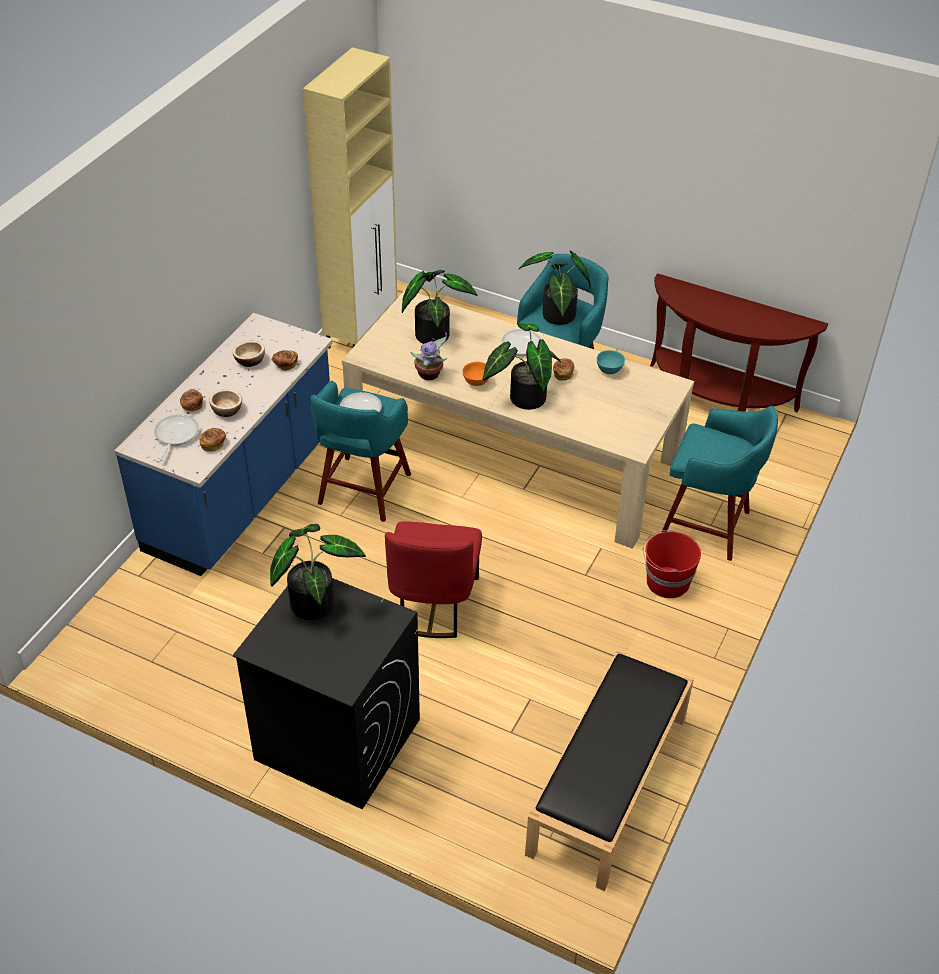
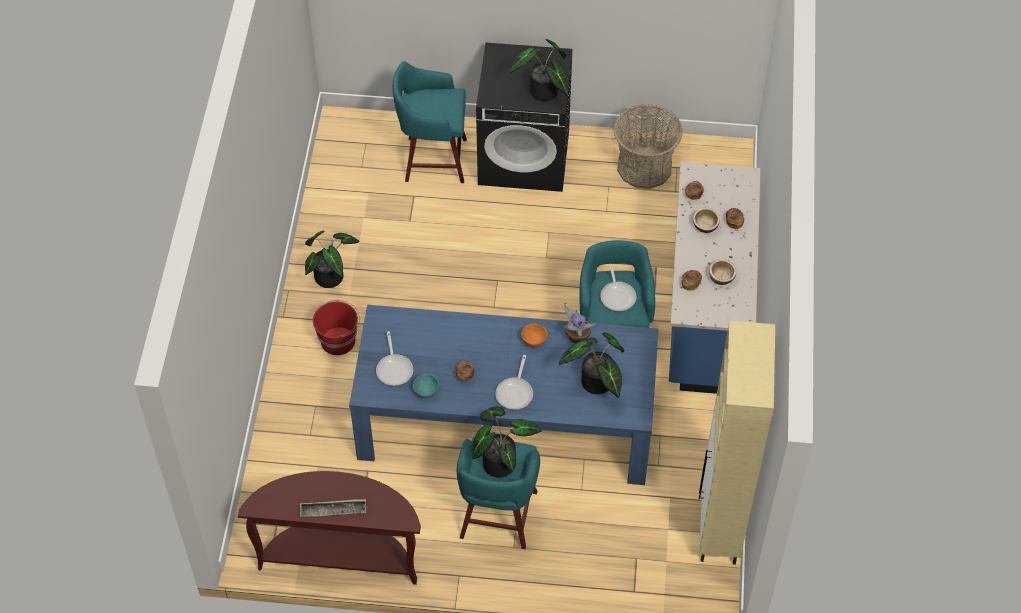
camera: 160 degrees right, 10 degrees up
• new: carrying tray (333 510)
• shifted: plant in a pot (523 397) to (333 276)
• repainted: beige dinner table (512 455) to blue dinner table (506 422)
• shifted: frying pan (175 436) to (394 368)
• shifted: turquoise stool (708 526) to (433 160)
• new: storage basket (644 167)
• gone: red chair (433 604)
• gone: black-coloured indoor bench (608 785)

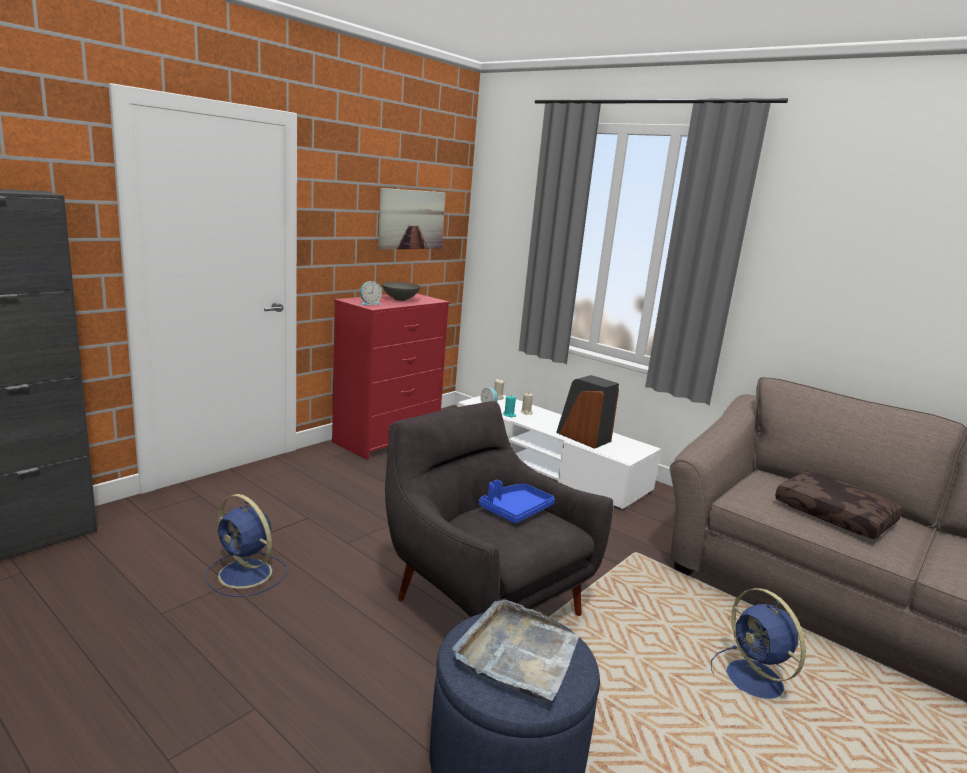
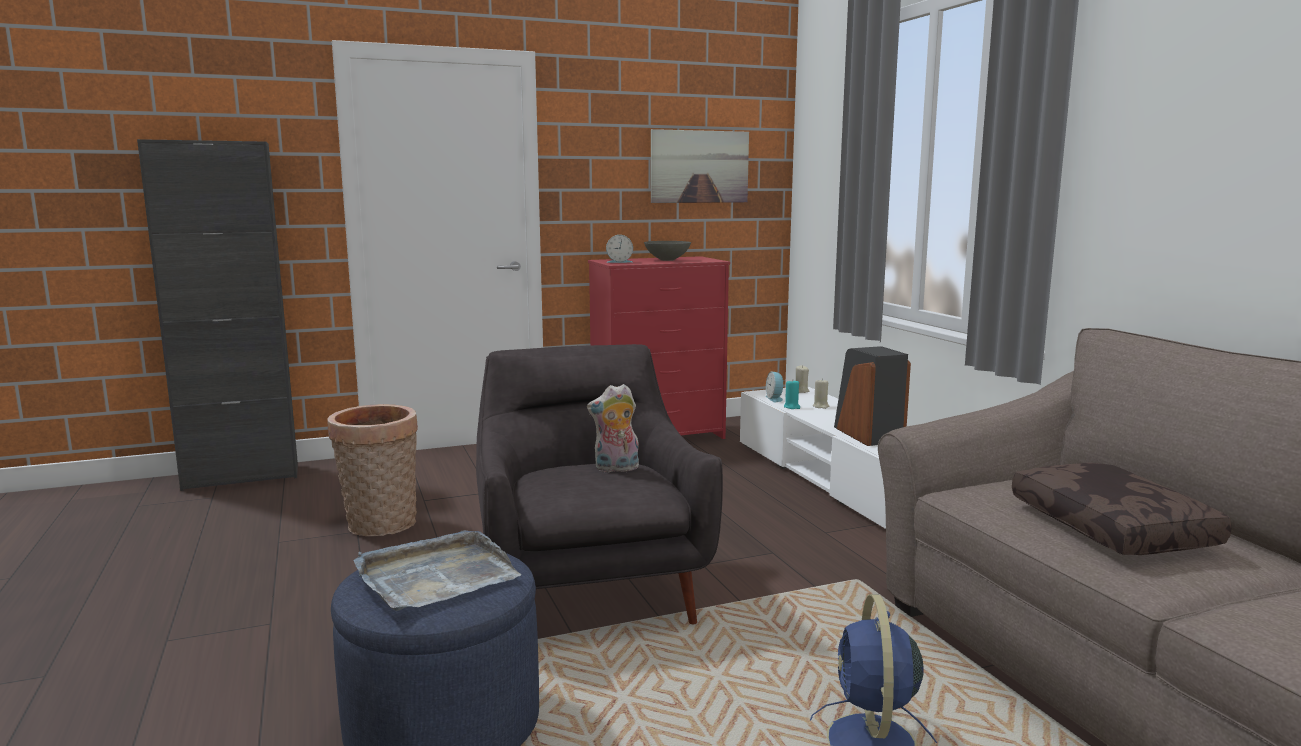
camera: 30 degrees right, 5 degrees down
• swapped: blue fan (247 574) to storage basket (380 527)
• swapped: blue carrying tray (515 510) to cuddly toy (616 469)

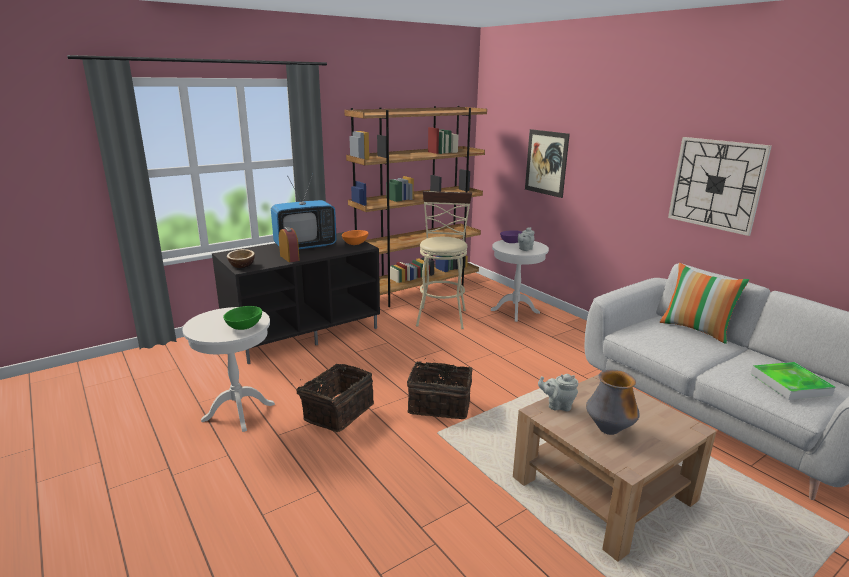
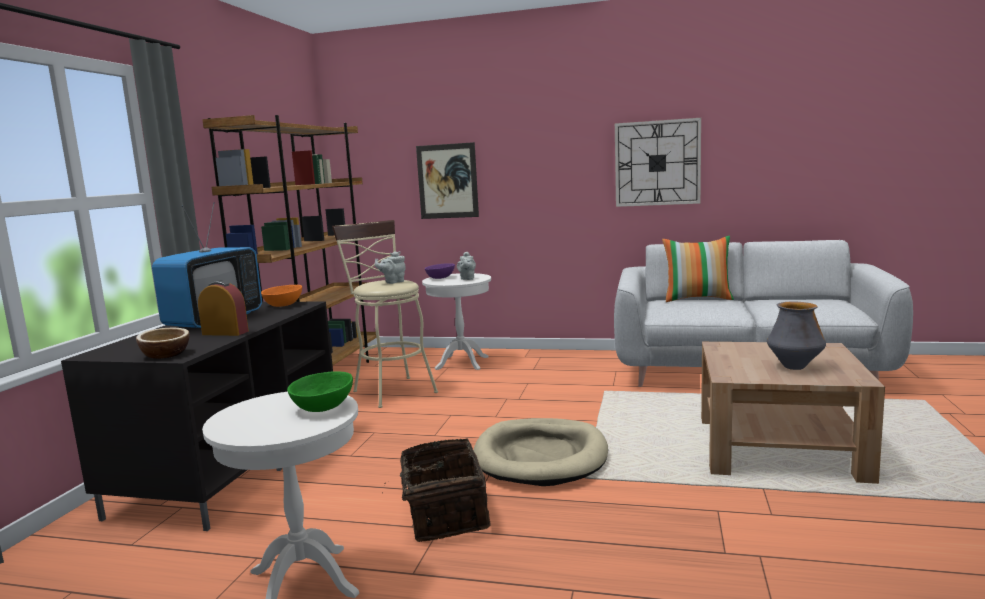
camera: 40 degrees left, 10 degrees down
• shifted: greyish pot for tea (557 405) to (393 282)
• swapped: storage basket (439 405) to beige pet bed (541 457)
• gone: carrying tray (790 384)

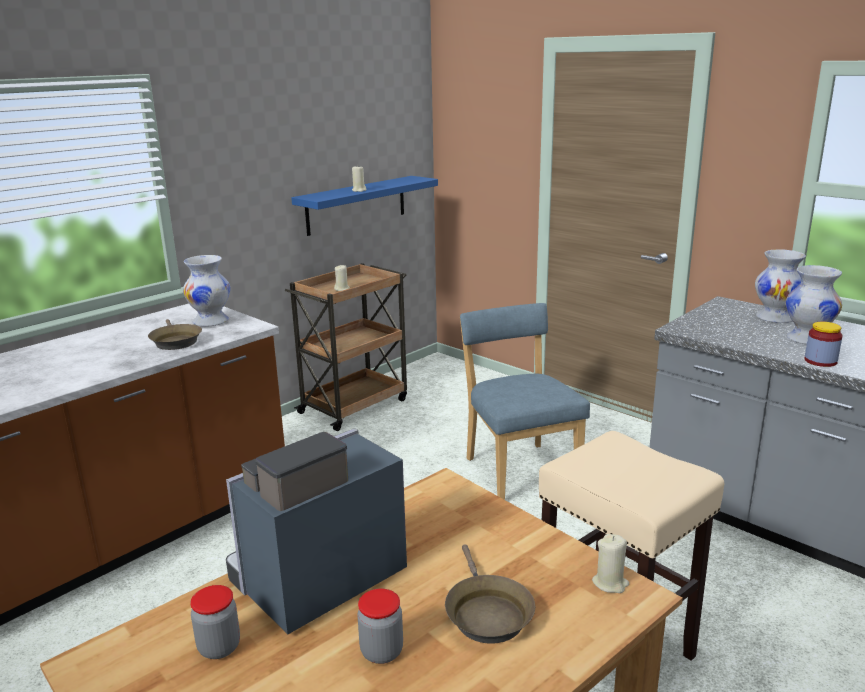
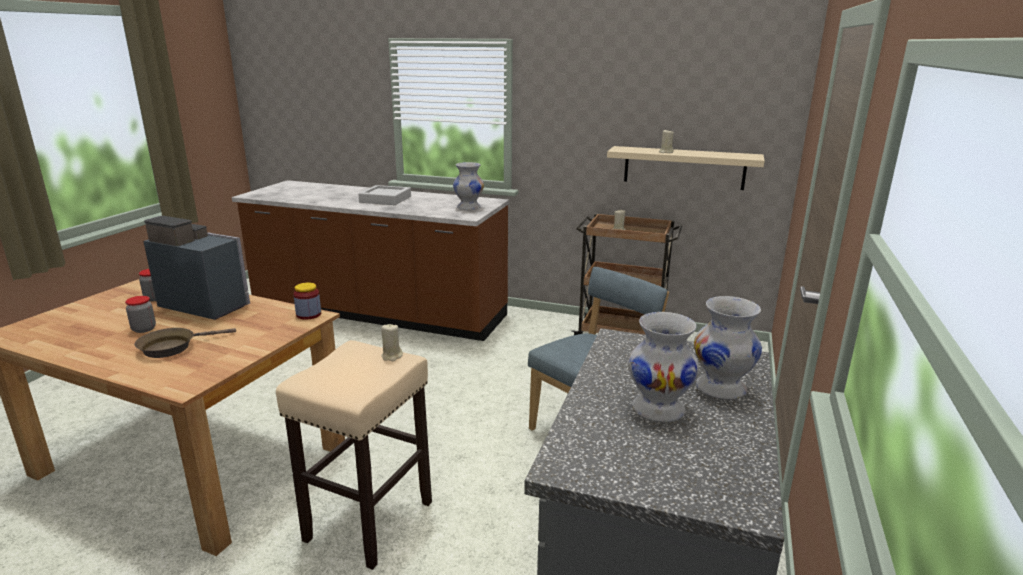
camera: 65 degrees right, 0 degrees up
• shifted: storage jar (820 361) to (308 314)
• new: greyish carrying tray (385 199)
• shifted: beige wax light (610 583) to (392 356)
• repainted: blue bracket shelf (356 205) to beige bracket shelf (684 167)
• gone: brown-coloured frying pan (175 341)

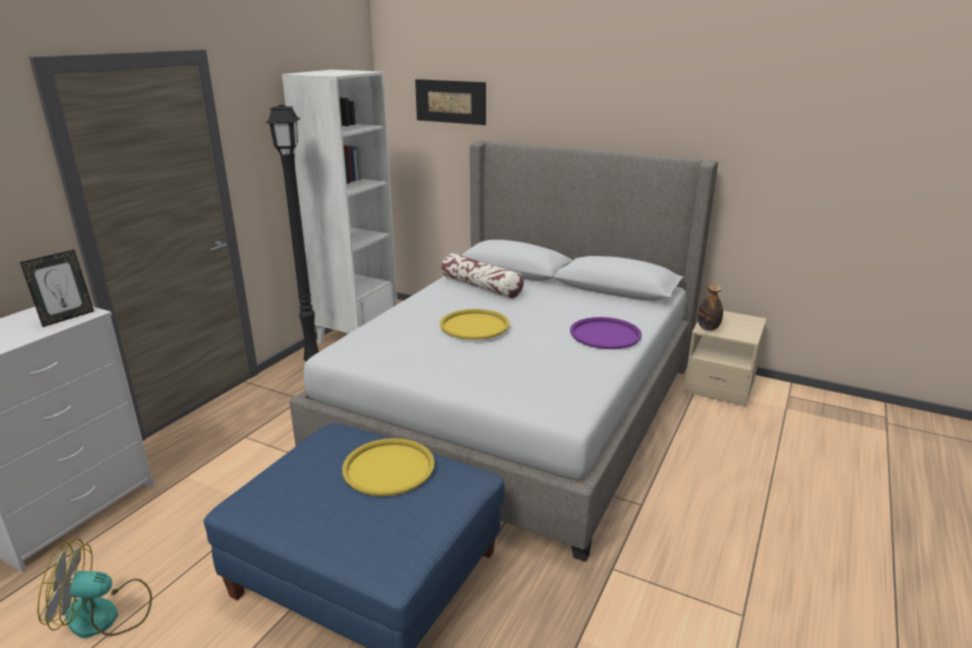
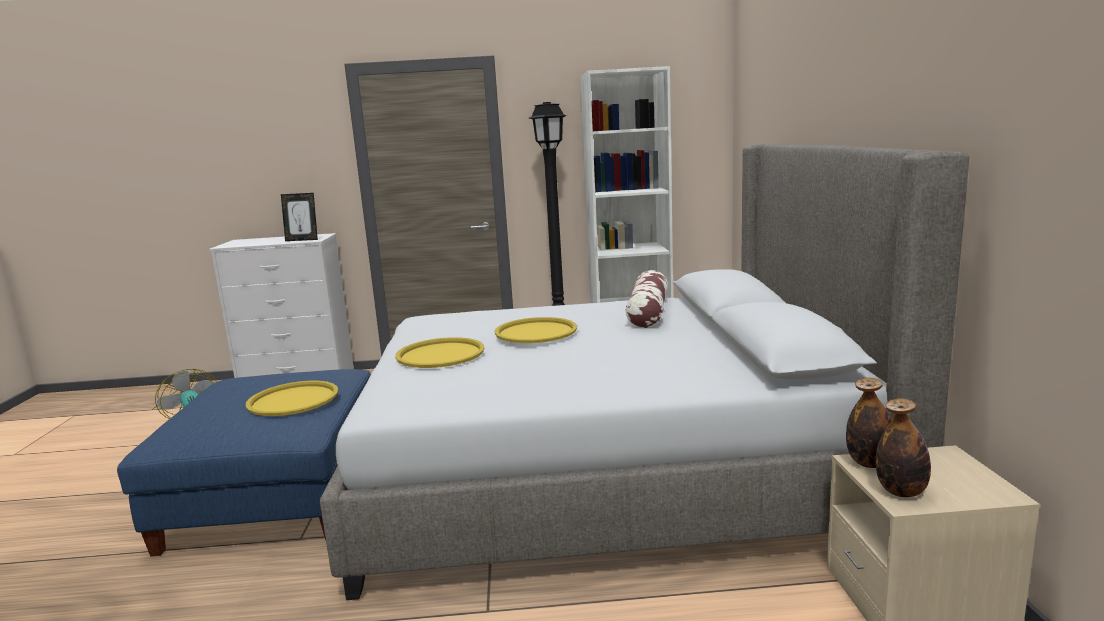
camera: 60 degrees right, 10 degrees down
• new: yellow-coloured carrying tray (440 354)
• new: beverage bottle (901 491)
• gone: picture (450 101)
• gone: purplish carrying tray (605 334)

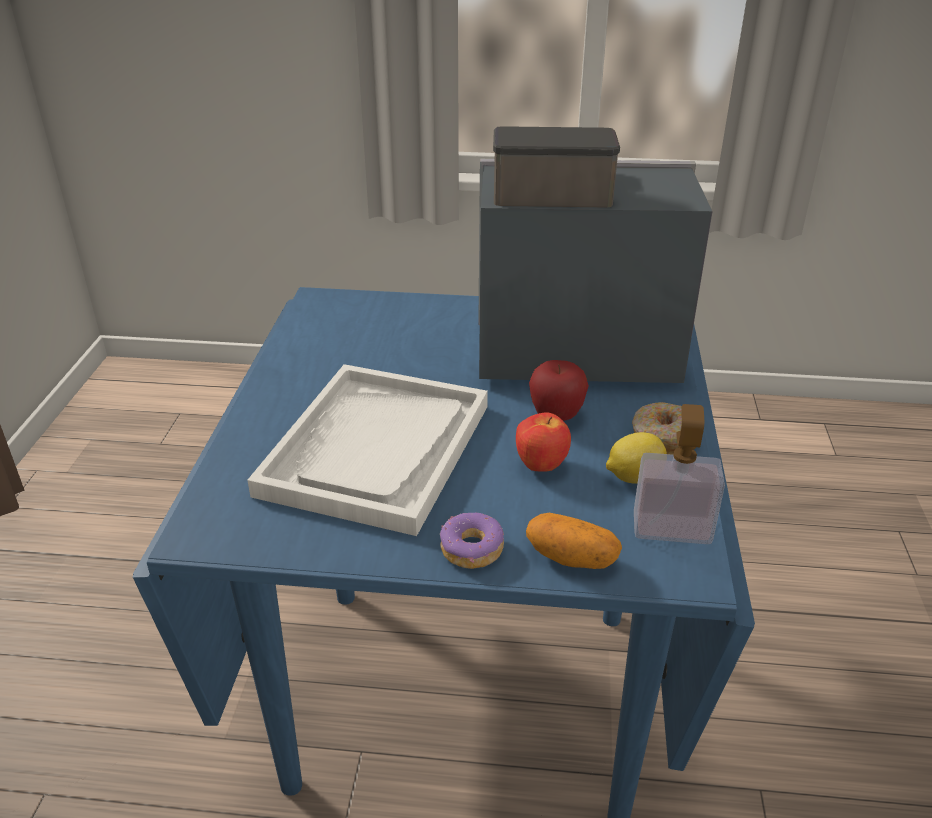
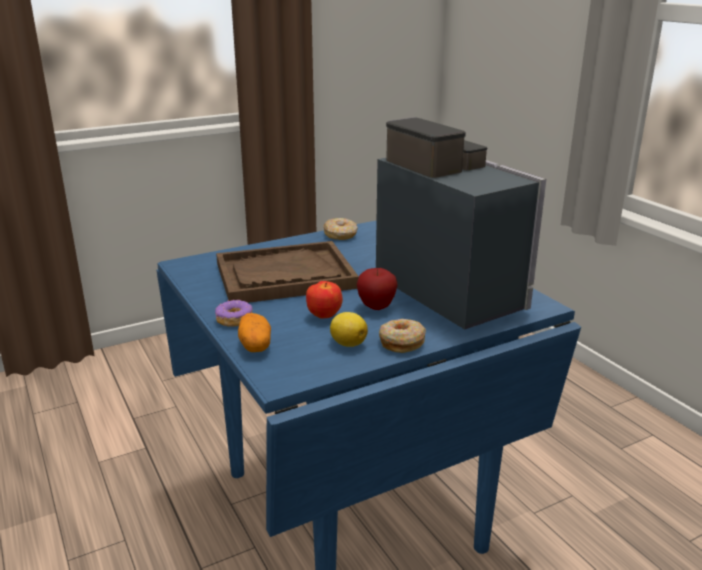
camera: 55 degrees right, 10 degrees down
• repainted: white carrying tray (377 450) to brown-coloured carrying tray (285 276)
• new: donut (340 235)
• gone: liquid soap bottle (671 528)

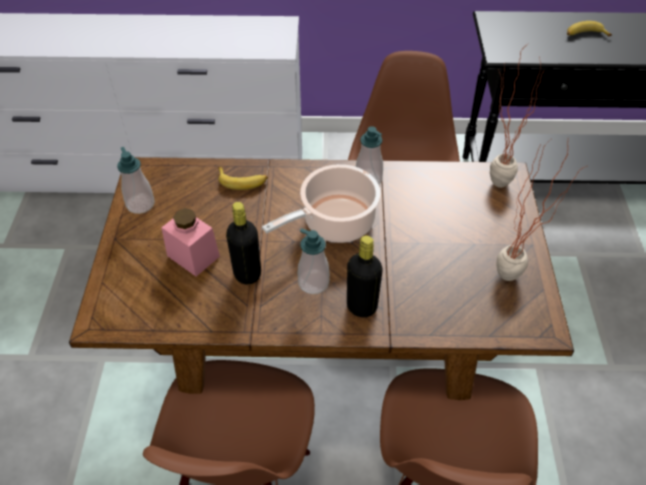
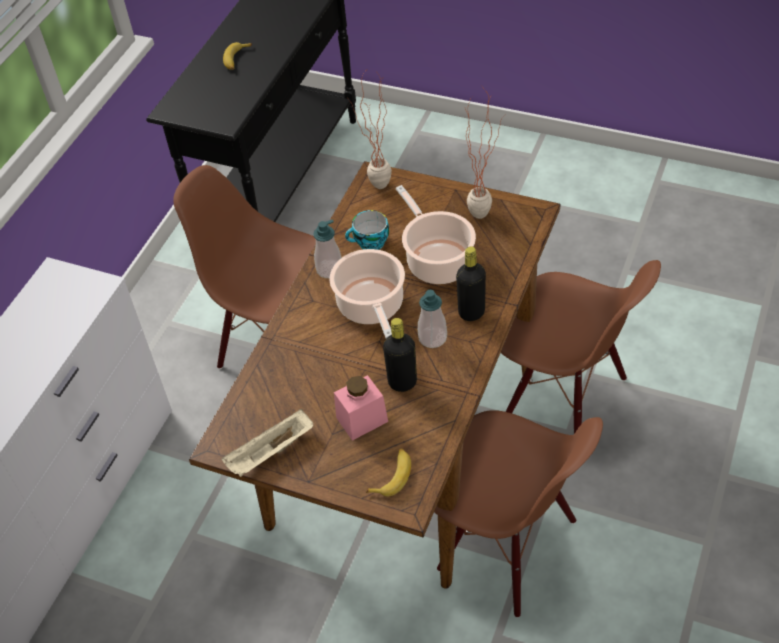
camera: 65 degrees left, 0 degrees up
• swapped: liquid soap bottle (140 204) to beige carrying tray (270 453)
• new: small cup (370 244)
• shifted: whole banana (242 181) to (392 476)
• new: stockpot (437 260)

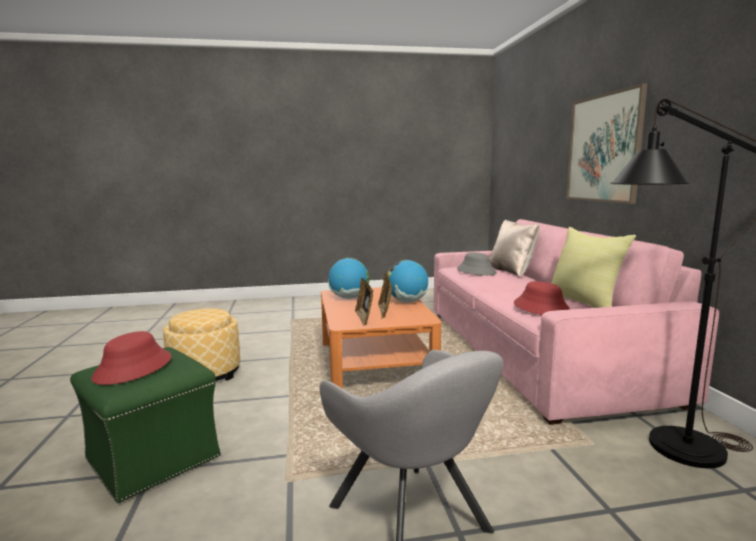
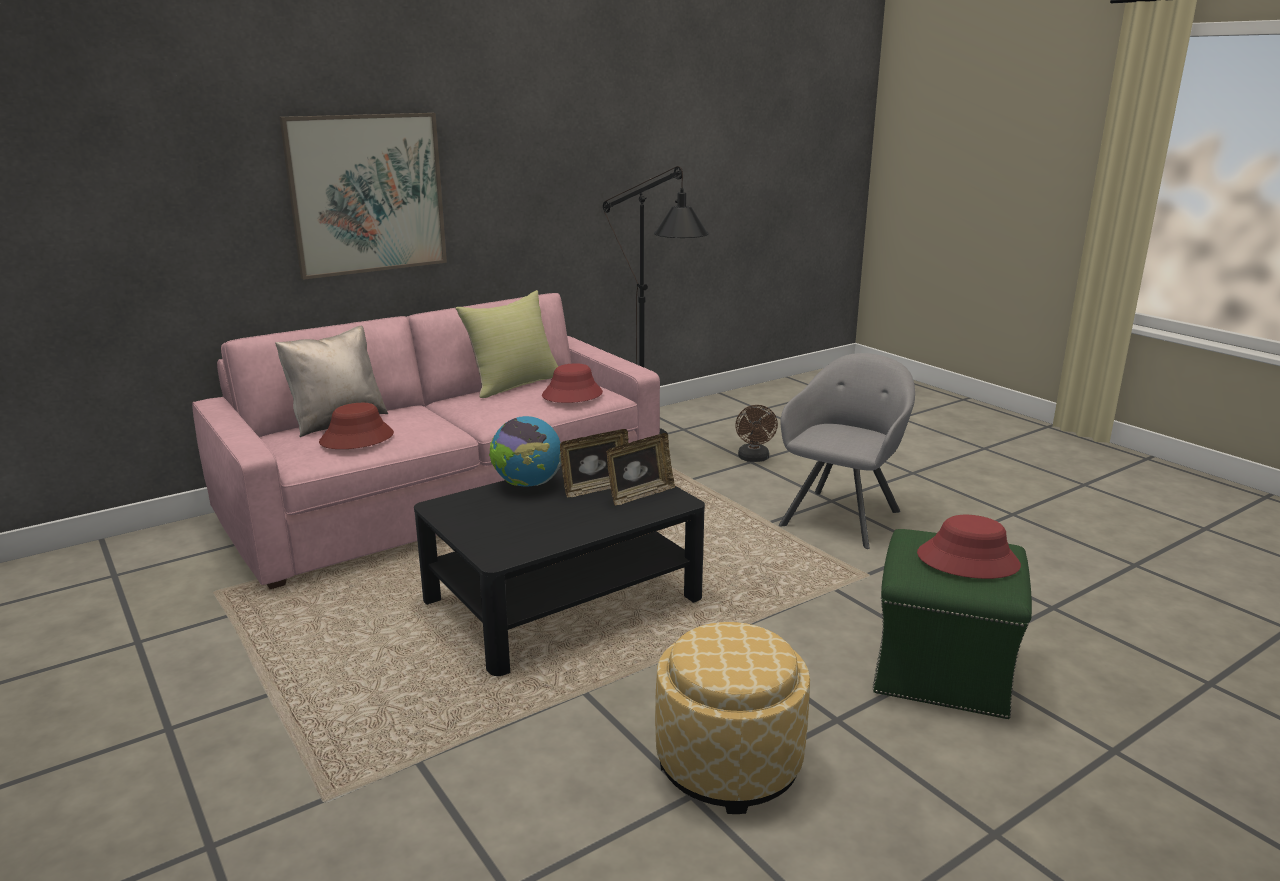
camera: 115 degrees left, 10 degrees up
• repainted: greyish hat (476 271) to red hat (357 438)
• repainted: orange-coloured low table (375 364) to black-coloured low table (563 599)
• new: brown-coloured fan (754 459)
• gone: globe (349 298)

